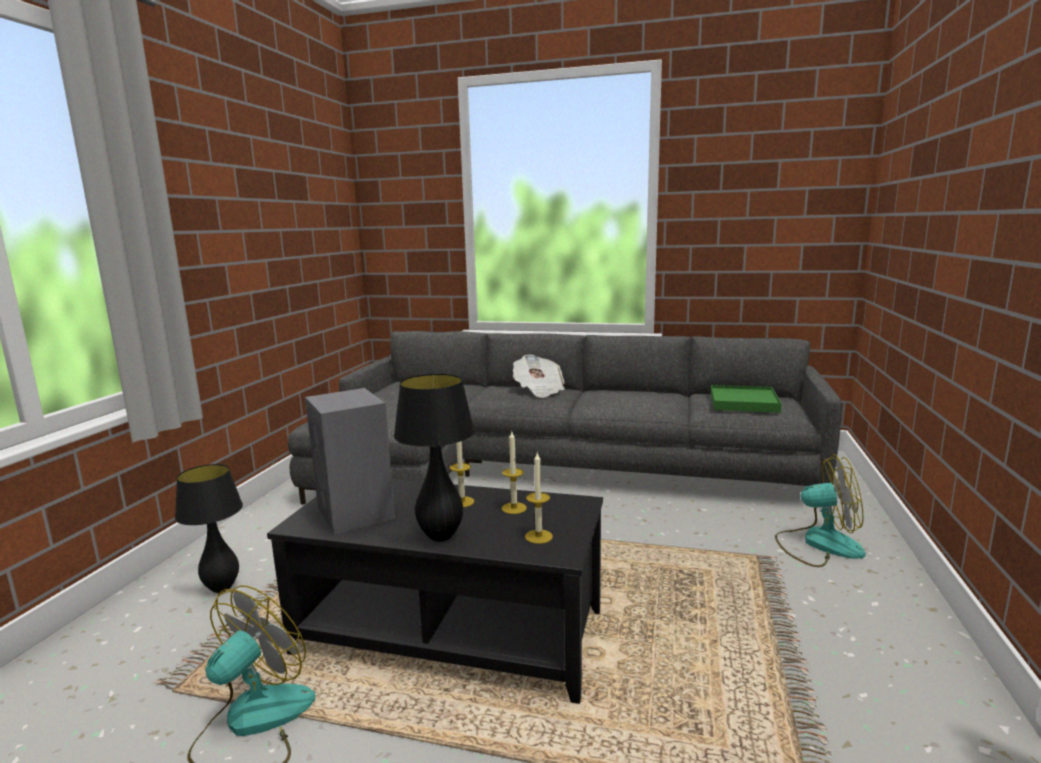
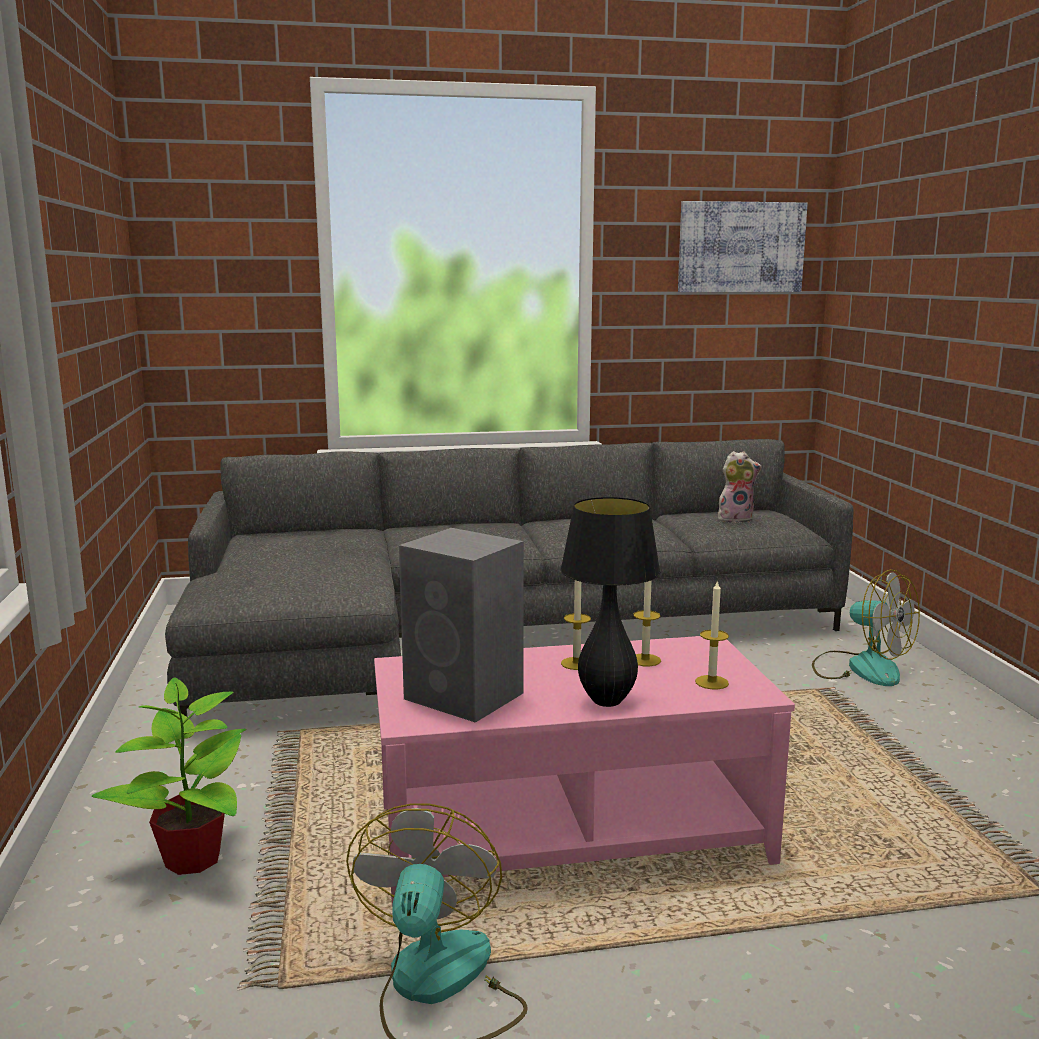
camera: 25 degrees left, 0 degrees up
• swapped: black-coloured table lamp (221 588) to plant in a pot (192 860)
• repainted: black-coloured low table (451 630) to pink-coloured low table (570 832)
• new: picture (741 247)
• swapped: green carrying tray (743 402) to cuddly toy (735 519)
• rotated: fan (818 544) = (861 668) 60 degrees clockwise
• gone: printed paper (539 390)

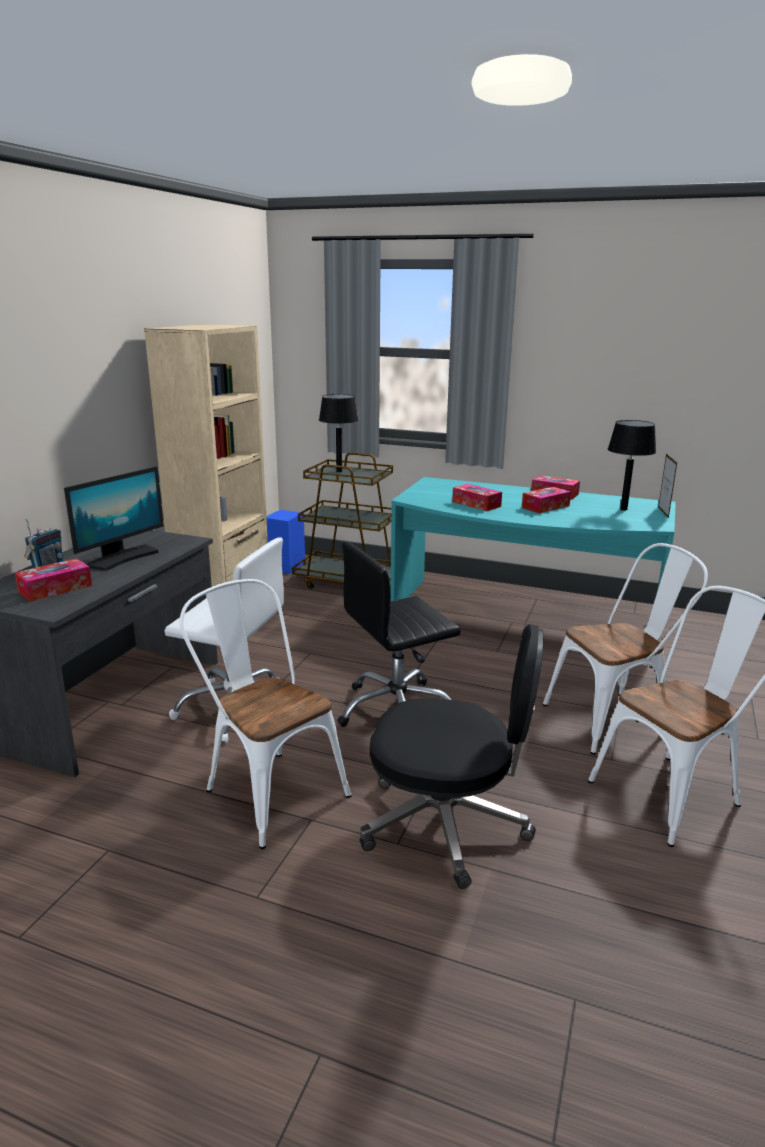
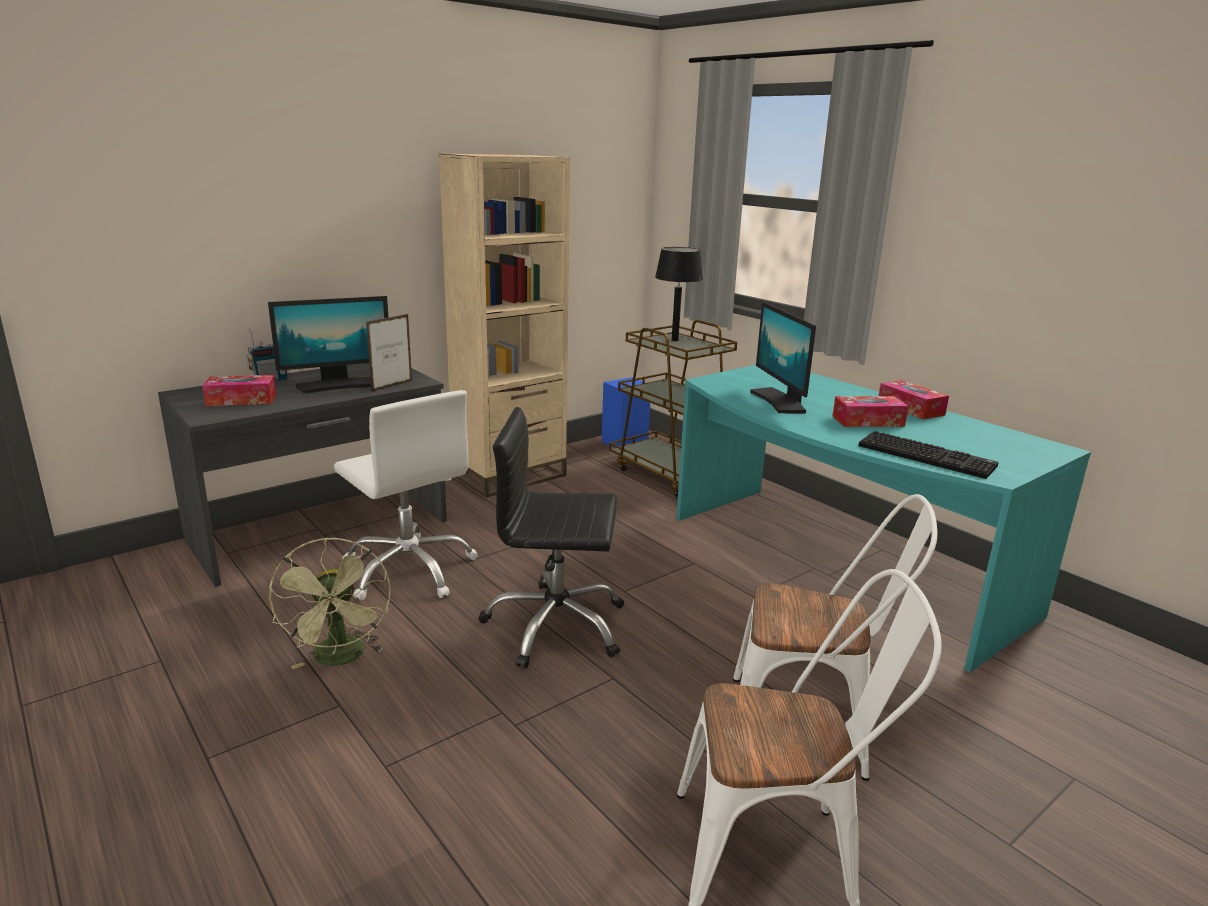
camera: 30 degrees right, 0 degrees up
• swapped: white chair (268 789) to green fan (341 659)
• shifted: photo frame (663 512) to (392 386)
• swapped: tissue holder (476 504) to computer screen (779 401)
• new: PC keyboard (928 456)
• gone: black-coloured desk chair (447 824)
• gone: black-coloured table lamp (624 509)

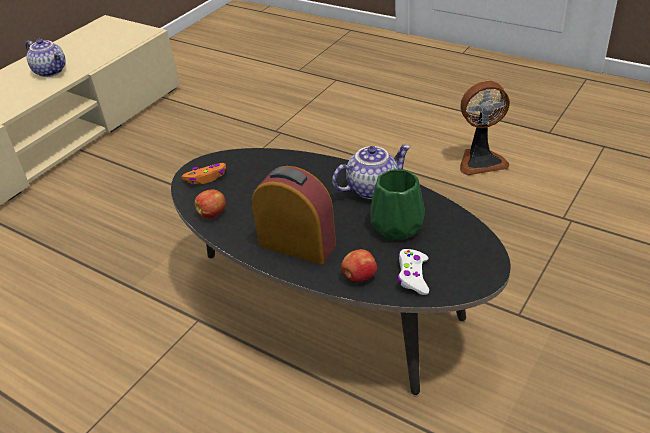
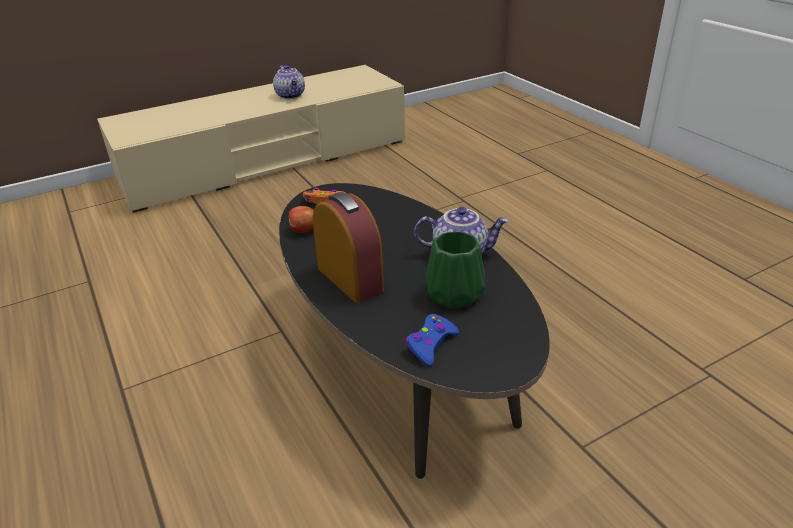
camera: 25 degrees right, 5 degrees down
• repainted: white joypad (413 276) to blue joypad (431 344)
• gone: whole apple (359 277)
• gone: fan (480 160)

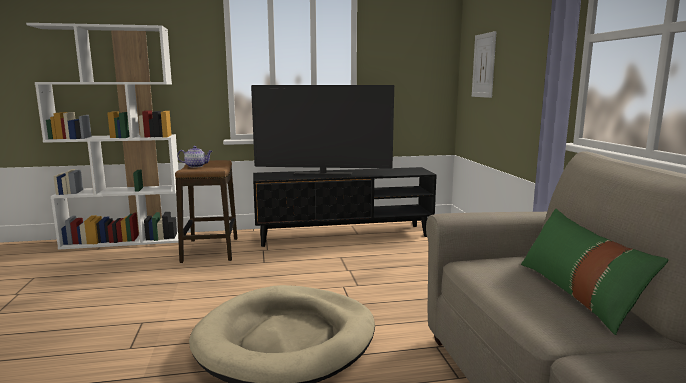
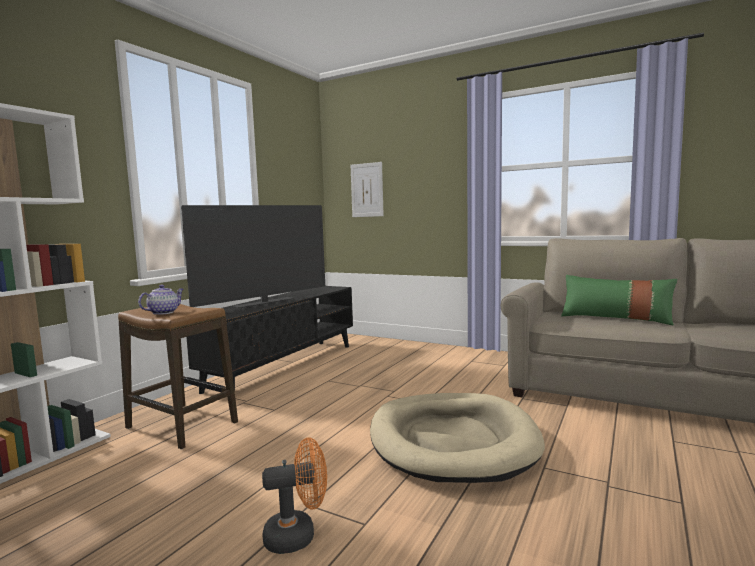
camera: 50 degrees left, 5 degrees down
• new: orange-coloured fan (298 535)

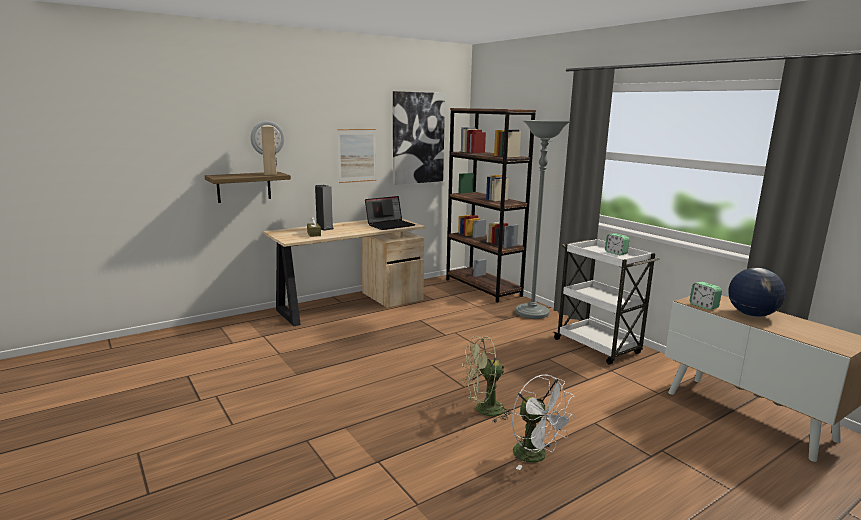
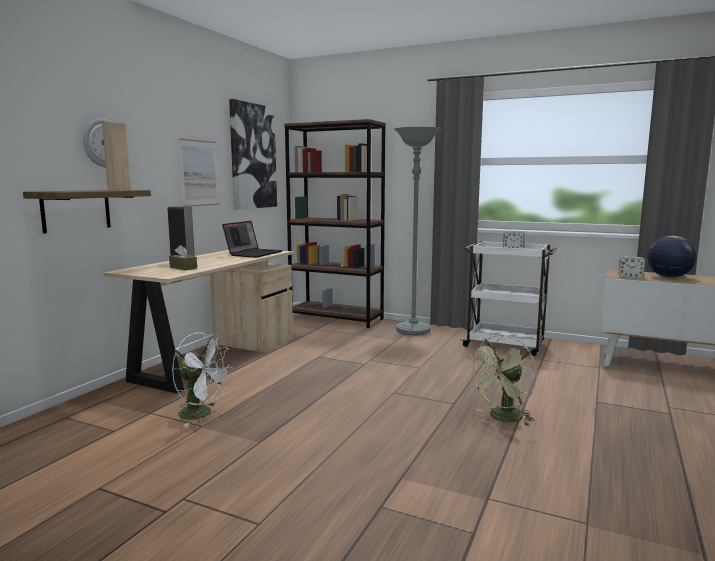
camera: 30 degrees left, 5 degrees down
• shifted: white fan (536 456) to (202 414)

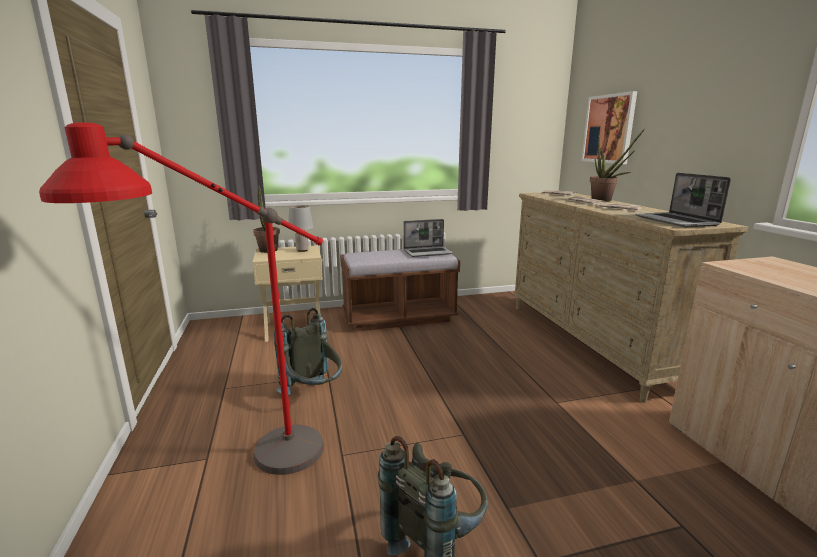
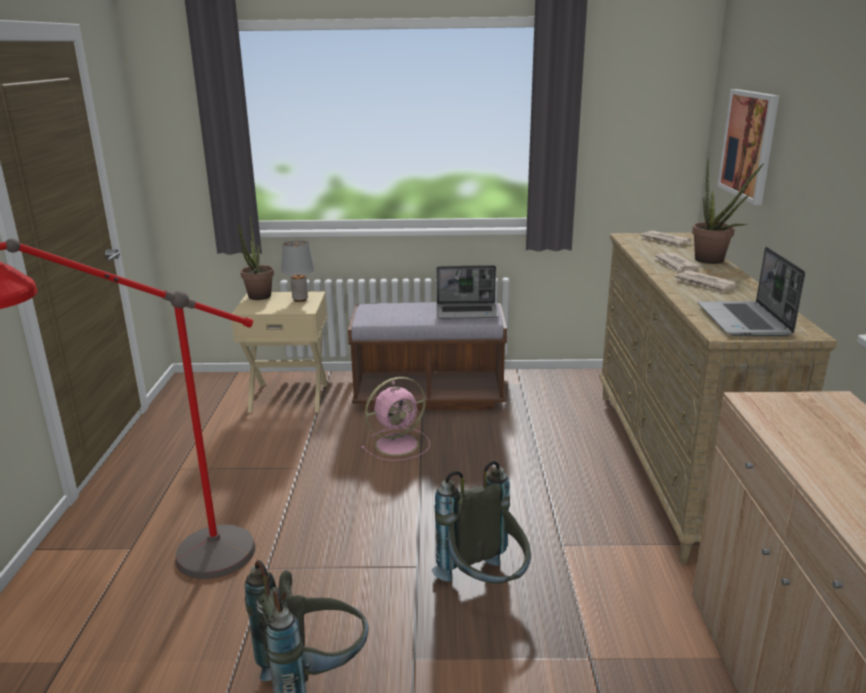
camera: 15 degrees right, 5 degrees up
• new: pink-coloured fan (398 444)
• shifted: greyish rucksack (314 395) to (485 586)

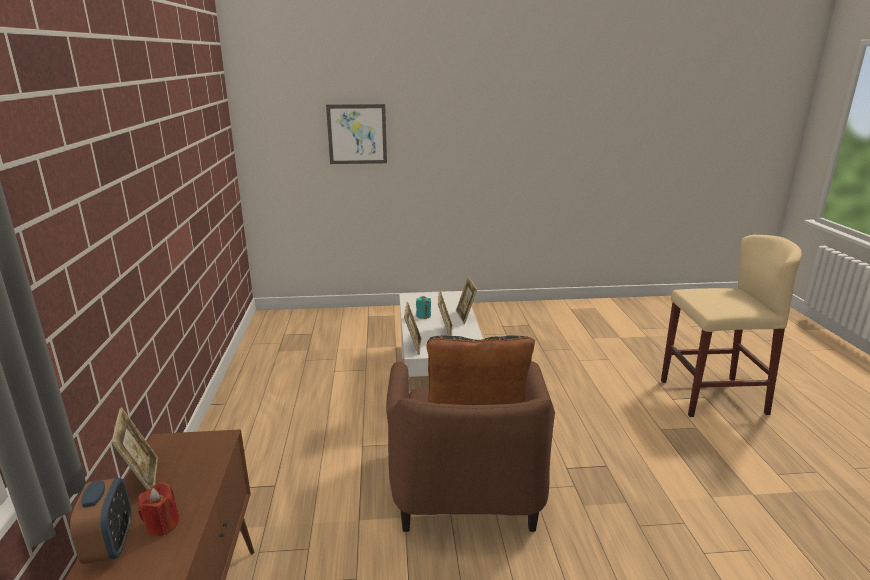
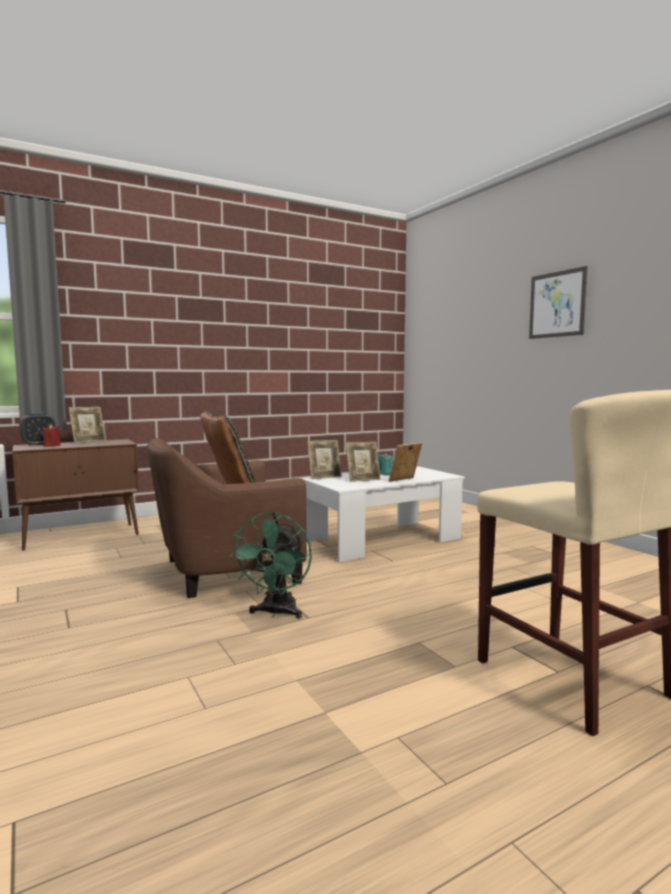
camera: 65 degrees right, 15 degrees down
• new: green fan (276 613)
• shifted: picture (357 134) to (557 304)

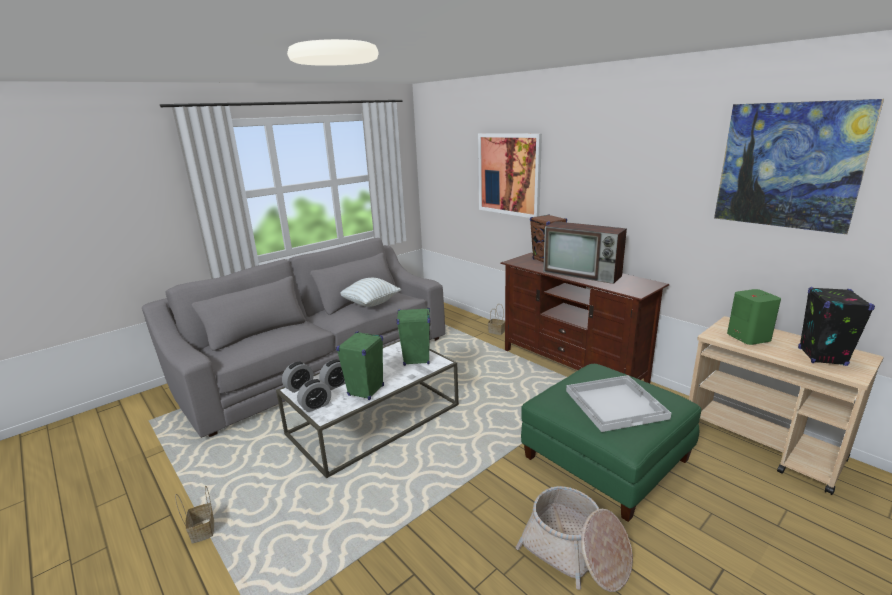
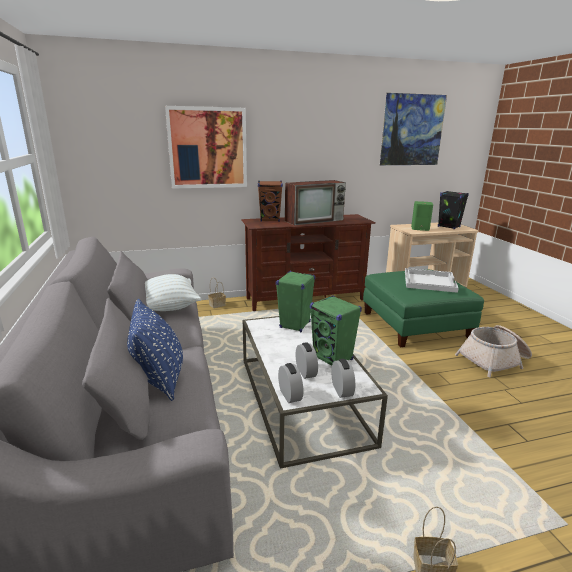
camera: 65 degrees left, 0 degrees up
• new: blue pillow (159 379)

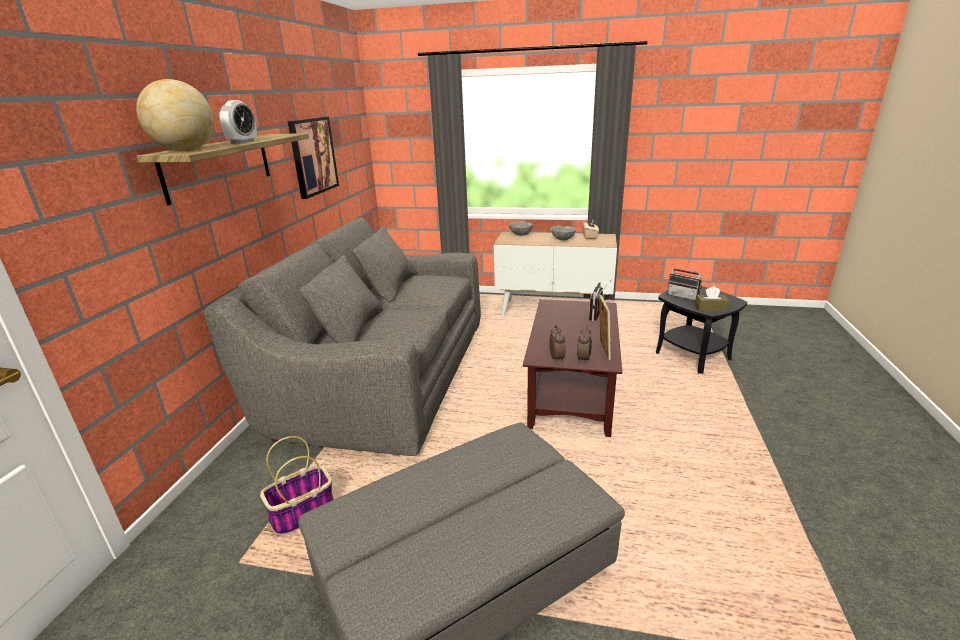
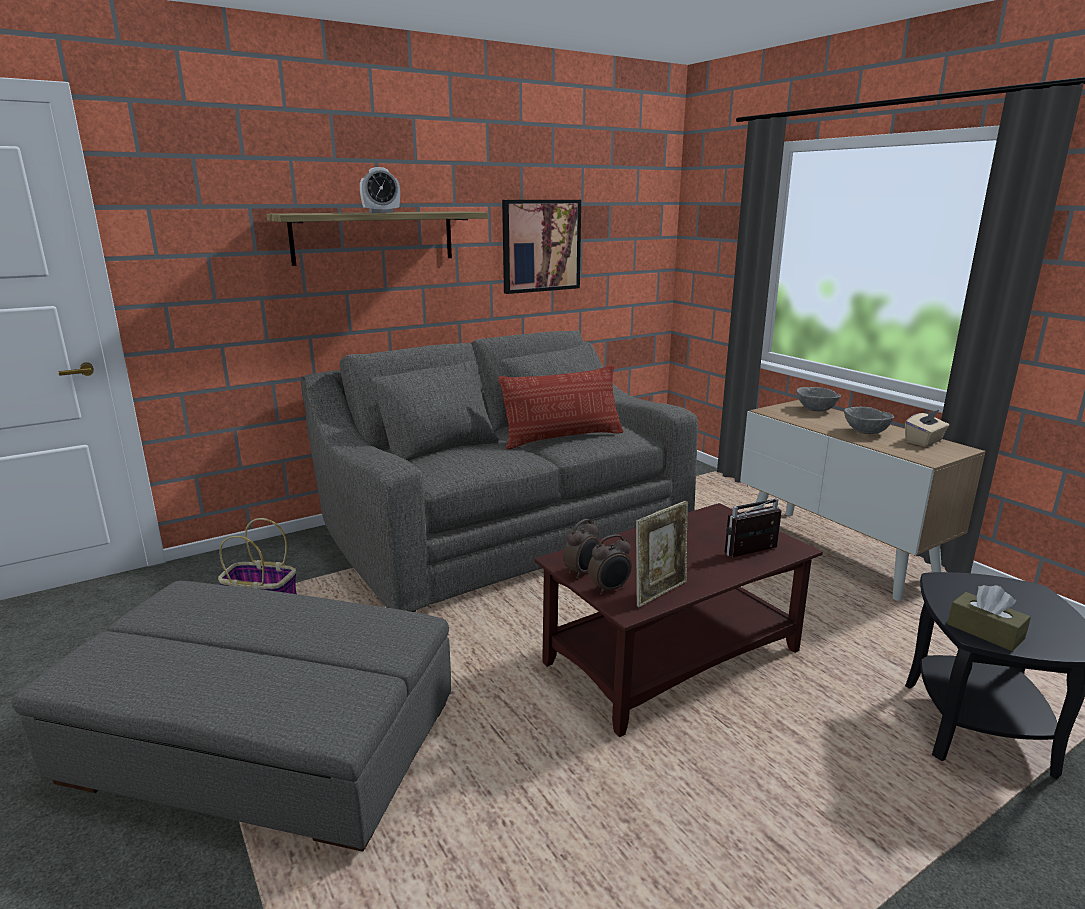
camera: 45 degrees right, 5 degrees down
• new: pillow (562 438)
• gone: globe (185 150)
• gone: radio receiver (684 296)

